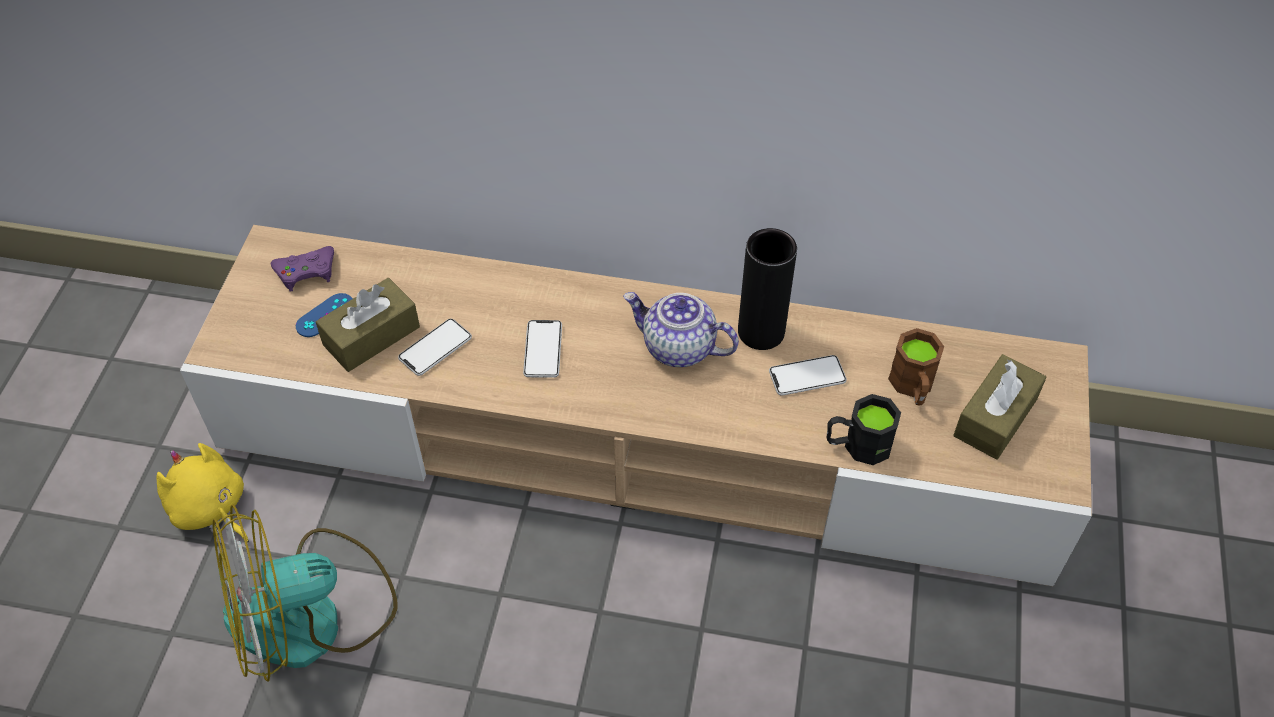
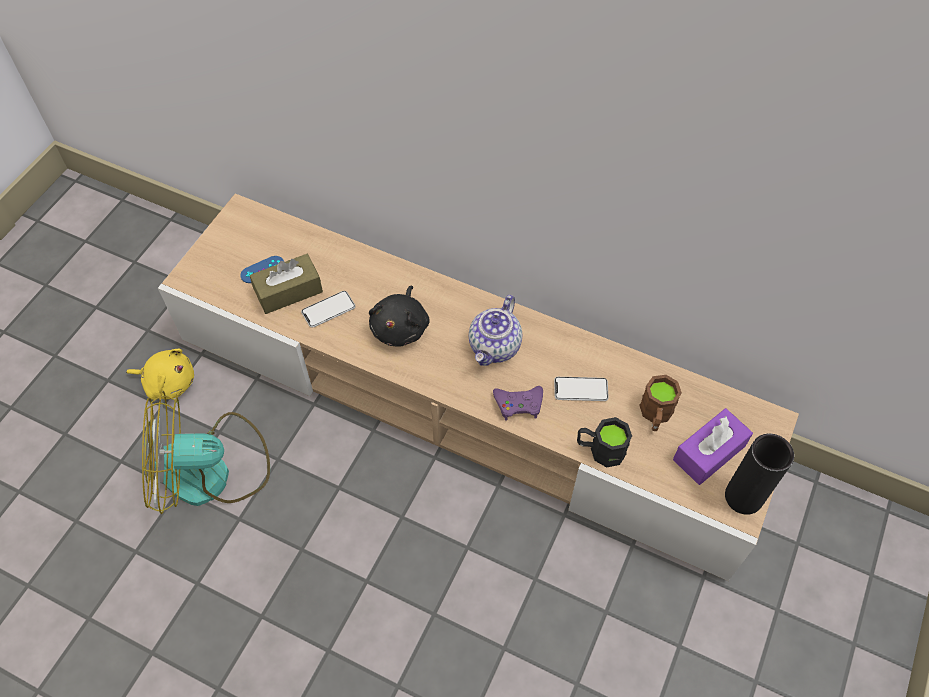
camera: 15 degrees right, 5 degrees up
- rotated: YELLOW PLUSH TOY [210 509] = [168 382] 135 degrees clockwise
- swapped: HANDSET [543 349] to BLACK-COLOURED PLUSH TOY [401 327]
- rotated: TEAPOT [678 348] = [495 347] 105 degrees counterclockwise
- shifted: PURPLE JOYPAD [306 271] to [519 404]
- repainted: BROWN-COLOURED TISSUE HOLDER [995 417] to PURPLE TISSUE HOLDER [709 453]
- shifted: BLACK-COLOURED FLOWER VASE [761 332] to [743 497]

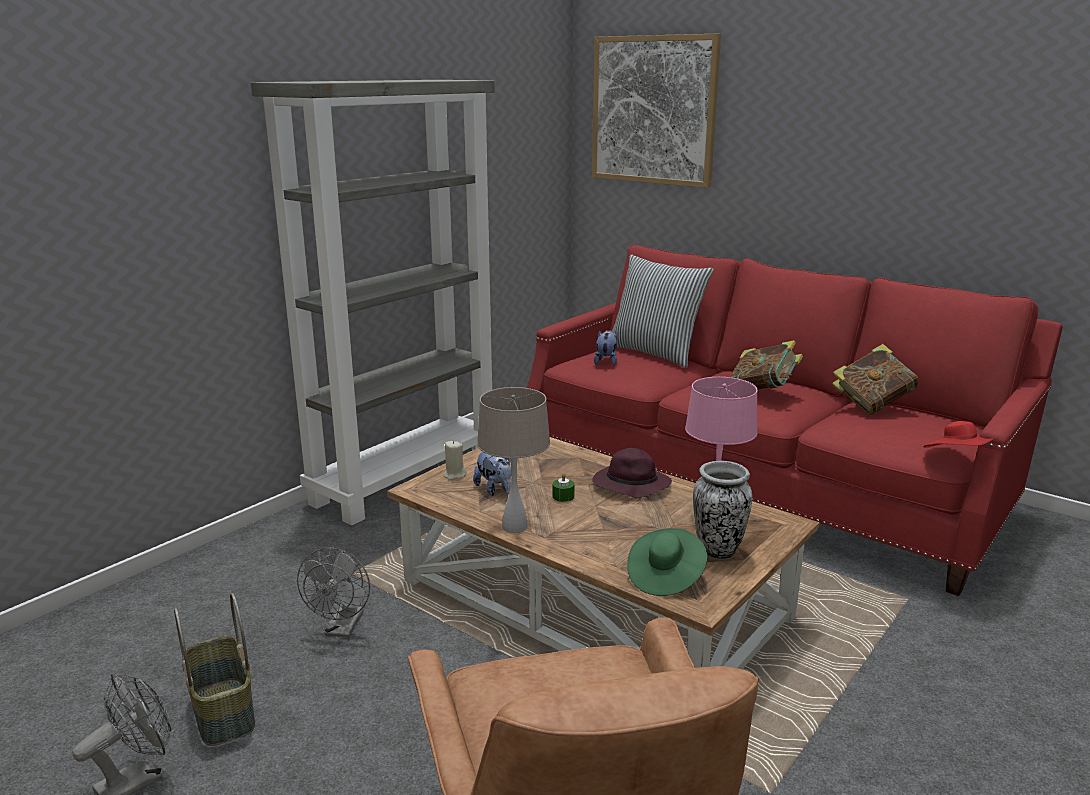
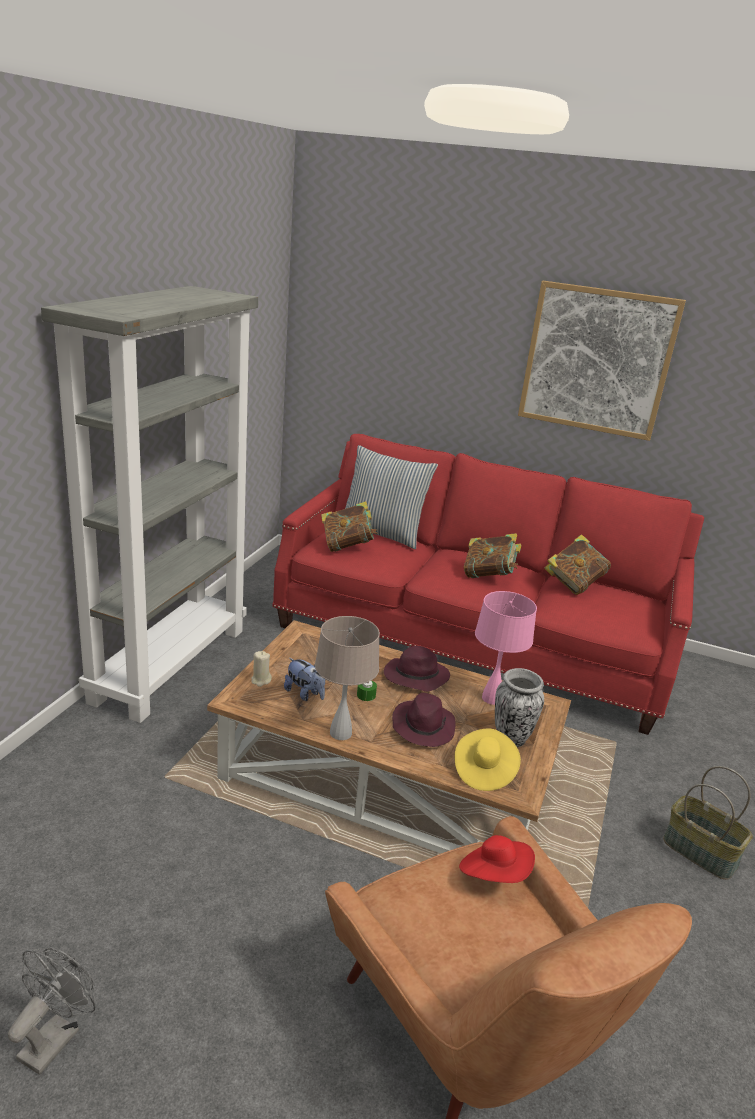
camera: 20 degrees left, 5 degrees up
- swapped: PLUSH TOY [606 361] to BOOK [347 546]
- new: PURPLE HAT [422 726]
- repainted: GREENISH HAT [665 577] to YELLOW HAT [483 771]
- shifted: RED-COLOURED HAT [956 457] to [494 875]
- shifted: WALL ART [653 110] to [597 360]
- shifted: BASKET [225 712] to [701 852]
- gone: GRAY COOLING FAN [342 629]

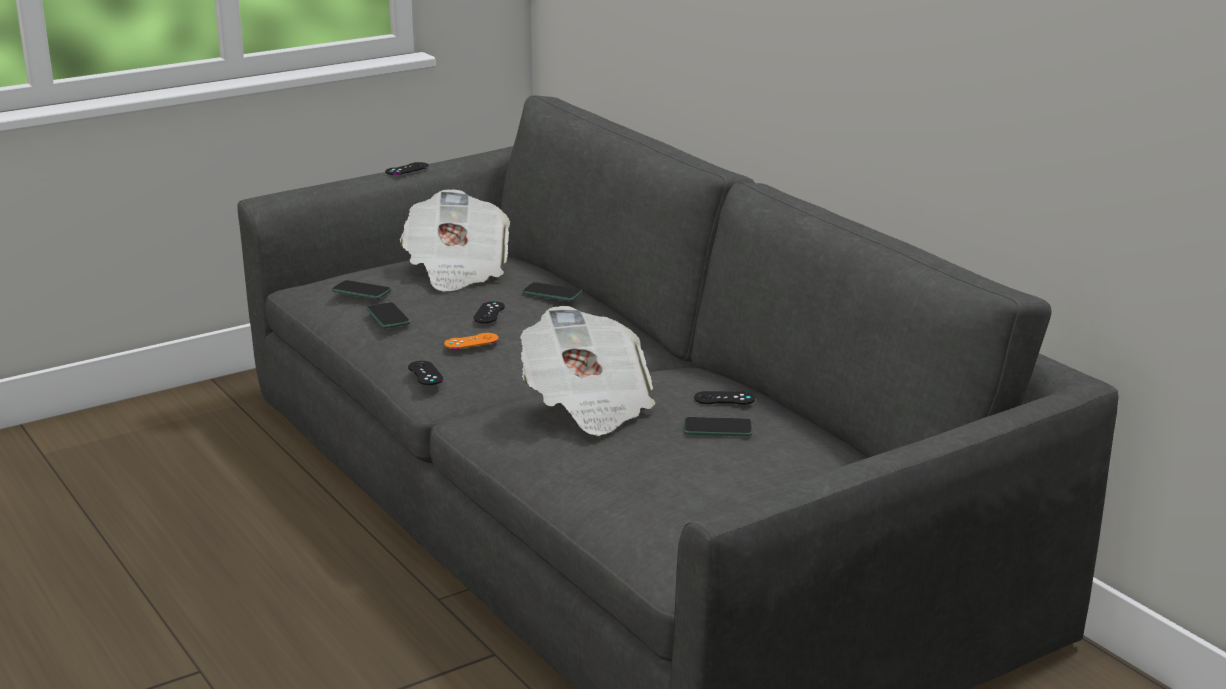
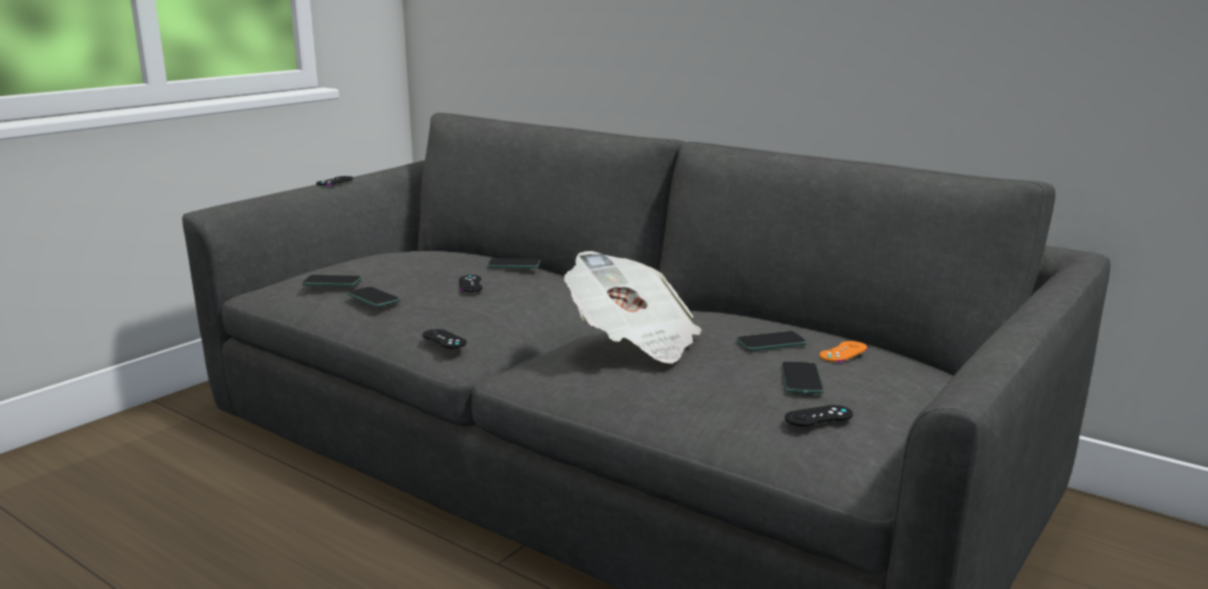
camera: 20 degrees left, 5 degrees down
- new: HANDSET [801 379]
- shifted: BLACK-COLOURED JOYPAD [724 398] to [818 416]
- shifted: ORANGE-COLOURED JOYPAD [471 341] to [843 352]
- gone: DAILY PAPER [456 270]

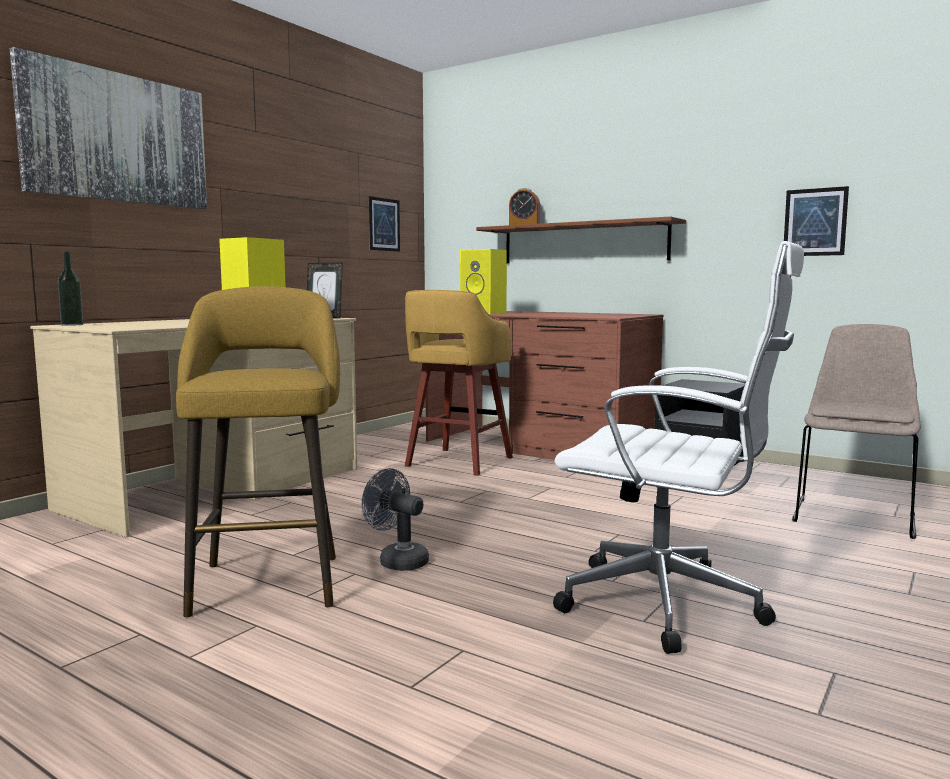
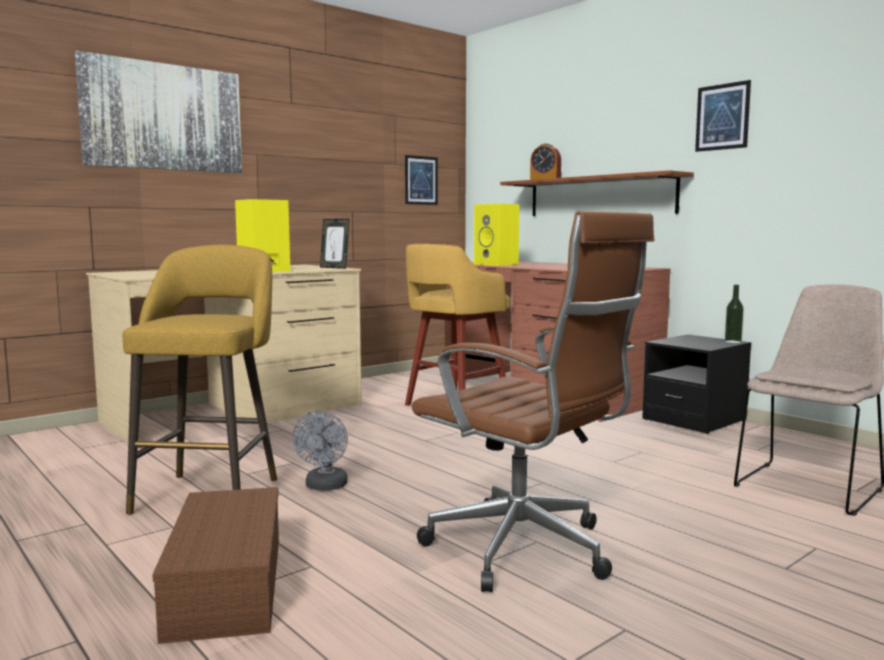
camera: 15 degrees right, 0 degrees up
- new: BROWN-COLOURED STORAGE BIN [224 584]
- rotated: GRAY COOLING FAN [397 560] = [325 487] 135 degrees counterclockwise
- repainted: WHITE-COLOURED COMPUTER CHAIR [670 606] to BROWN-COLOURED COMPUTER CHAIR [527 551]
- shifted: WALL ART [815 222] to [722 117]
- shifted: BEVERAGE BOTTLE [72 325] to [733 341]

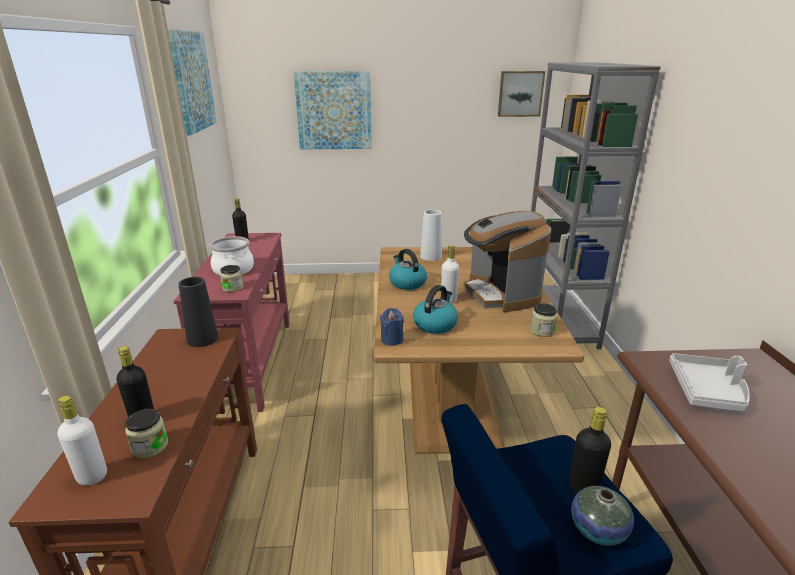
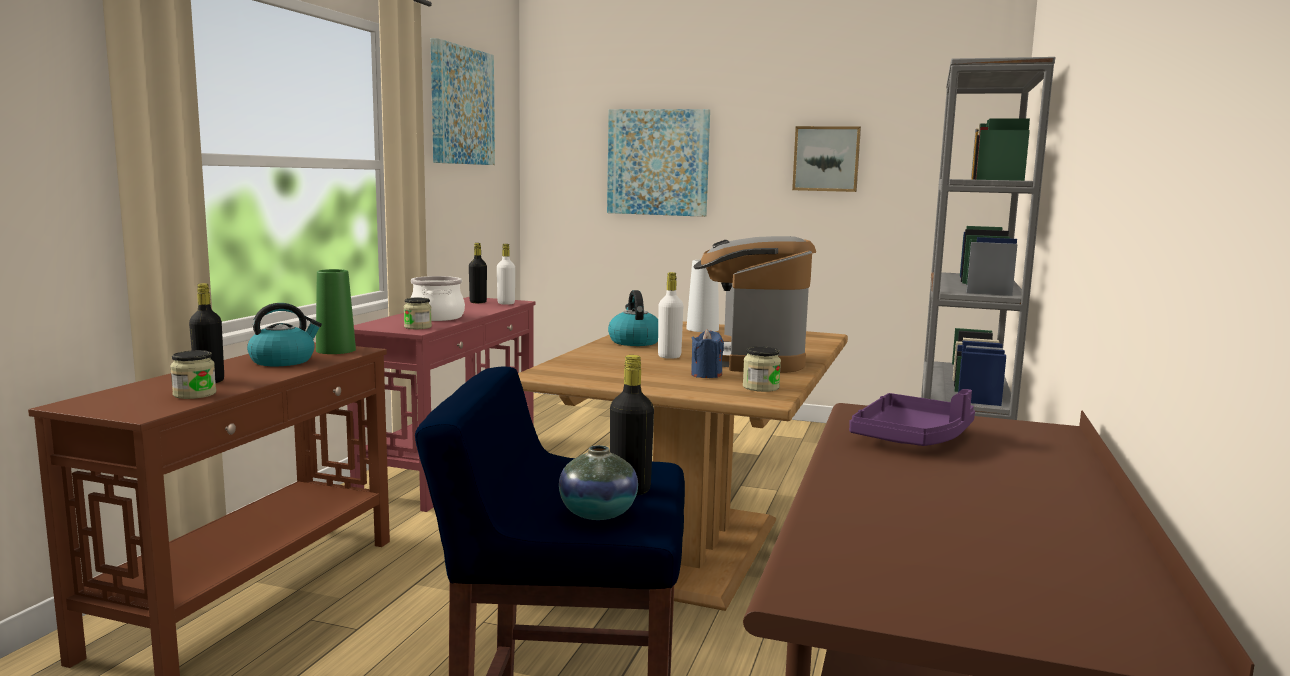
camera: 20 degrees right, 15 degrees down
- shifted: WATER KETTLE [435 324] to [283 361]
- repainted: BLACK-COLOURED FLOWER VASE [202 339] to GREENISH FLOWER VASE [336 350]
- shifted: WHITE-COLOURED BEVERAGE BOTTLE [92 476] to [506 303]
- shifted: BLUE CANDLE [392 339] to [706 375]
- shifted: WALL ART [520 93] to [826 159]
- repainted: GRAY CARRYING TRAY [707 391] to PURPLE CARRYING TRAY [912 438]

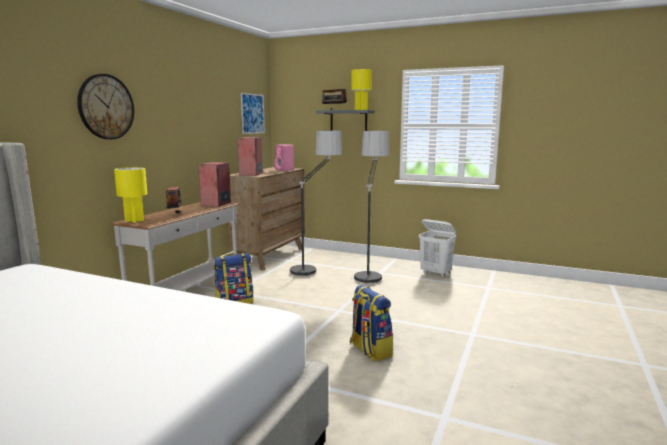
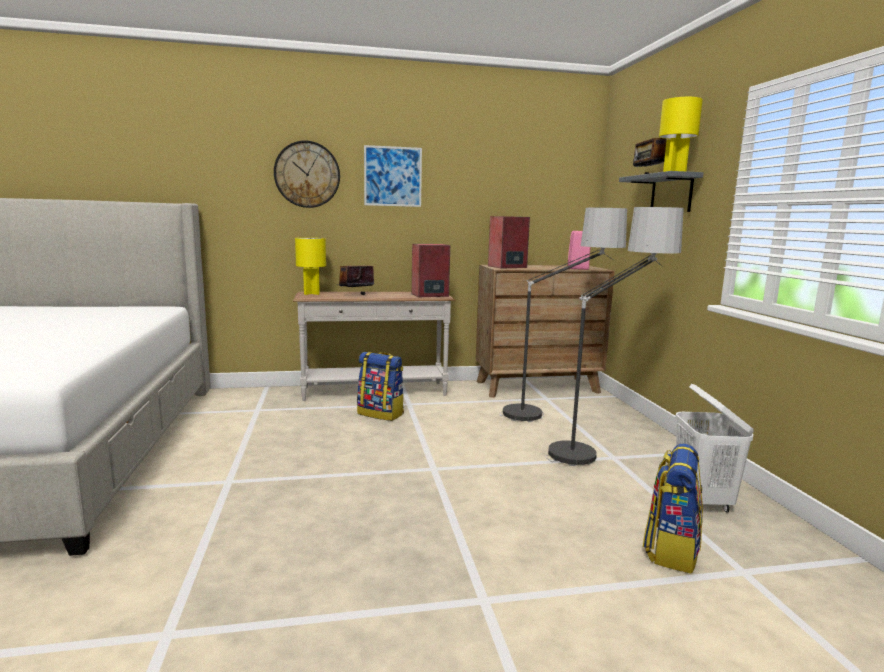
camera: 55 degrees right, 0 degrees up
- shifted: WALL ART [252 113] to [393 176]
- shifted: BACKPACK [369 350] to [670 549]

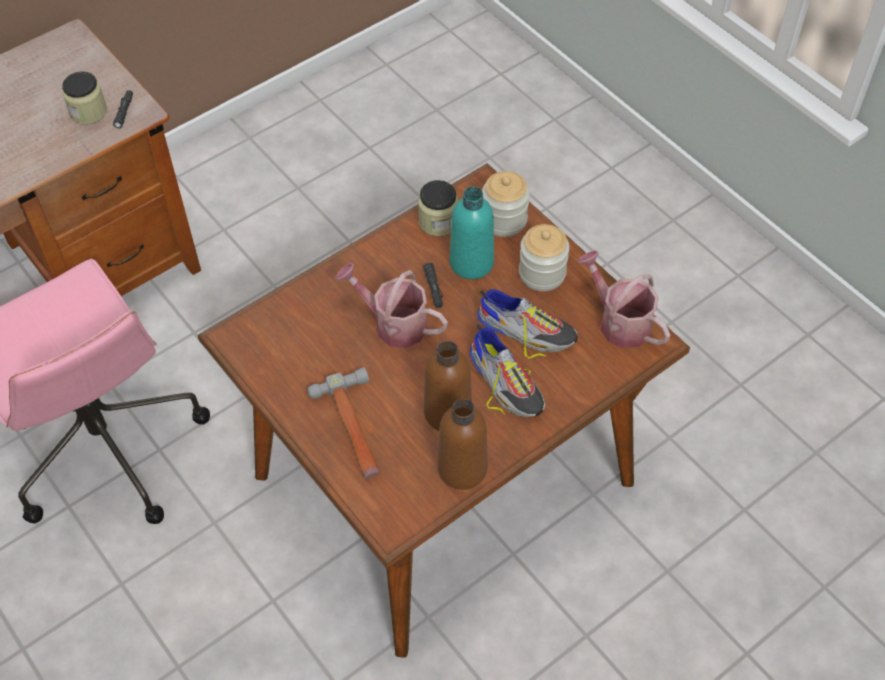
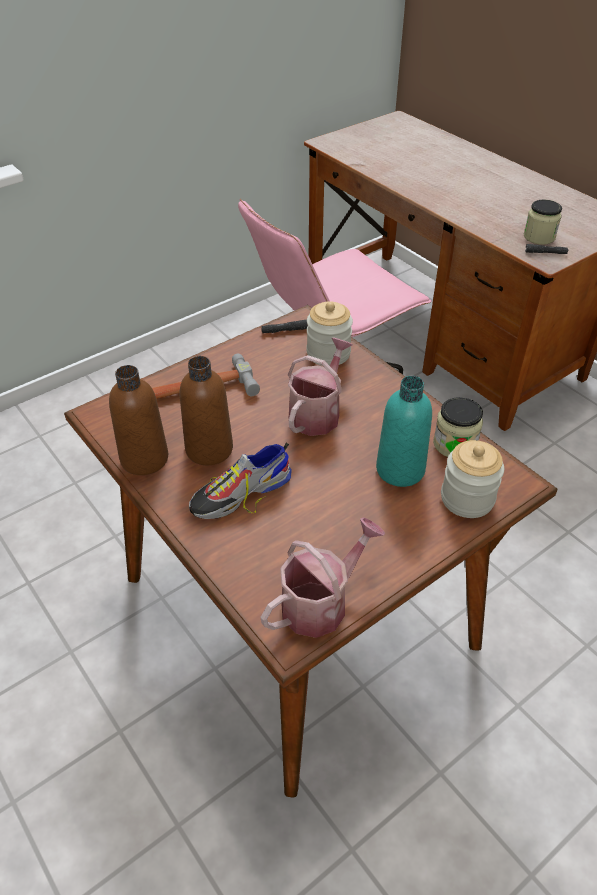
camera: 90 degrees right, 10 degrees down
- shifted: BLACK-COLOURED FLASHLIGHT [434 288] to [284 331]
- shifted: STORAGE JAR [542 273] to [328 353]
- gone: LOW SHOE [526 330]

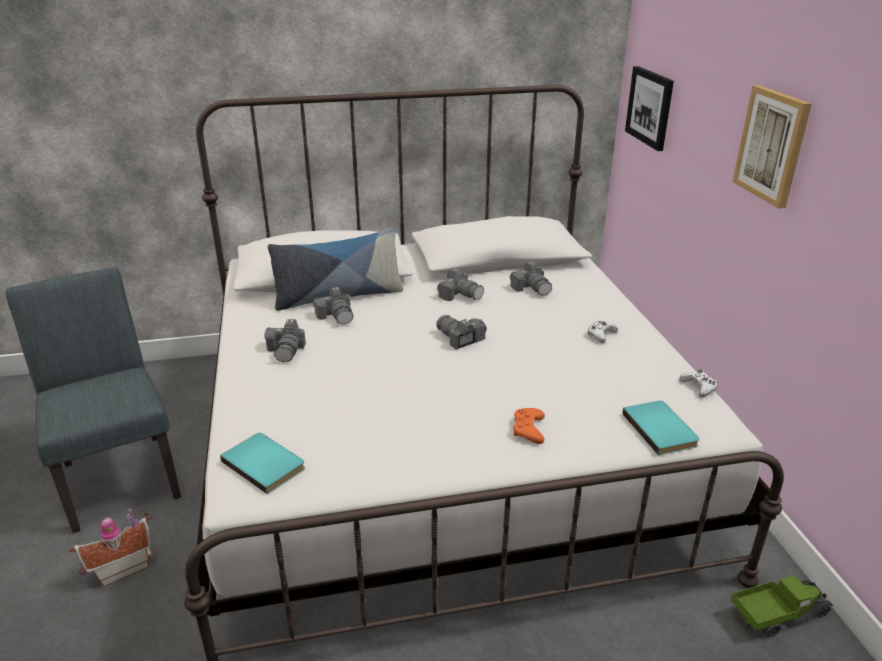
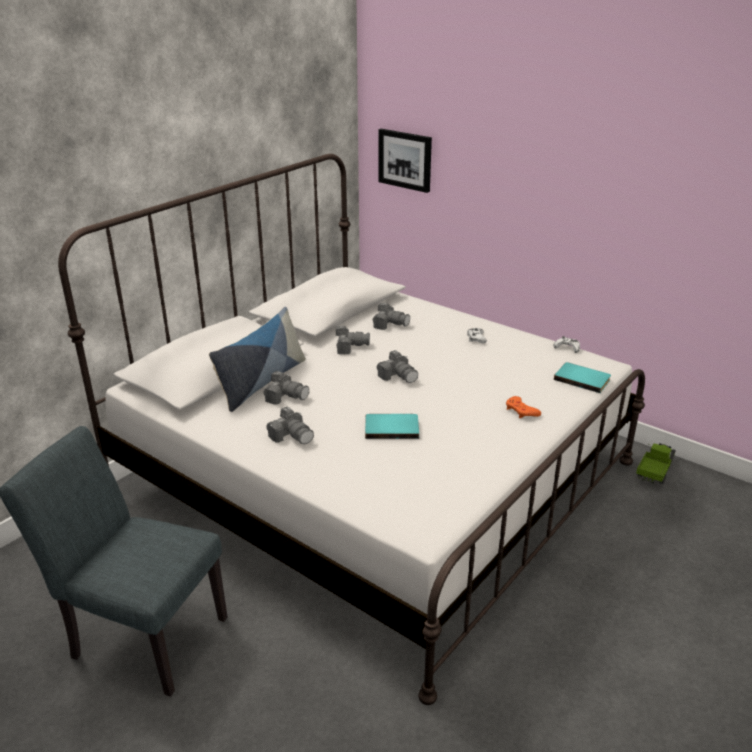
camera: 40 degrees left, 0 degrees up
- shifted: TURQUOISE BOOK [265 463] to [391 427]
- rotated: PHOTO CAMERA [460 339] = [398 376] 135 degrees counterclockwise
- gone: TOY HOUSE [121 568]
- gone: WALL ART [772 145]

